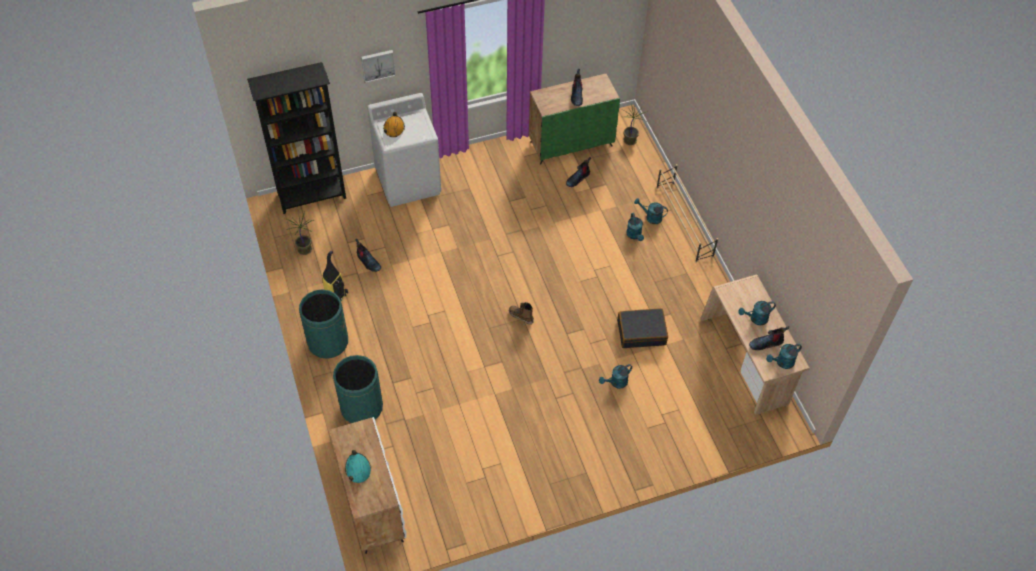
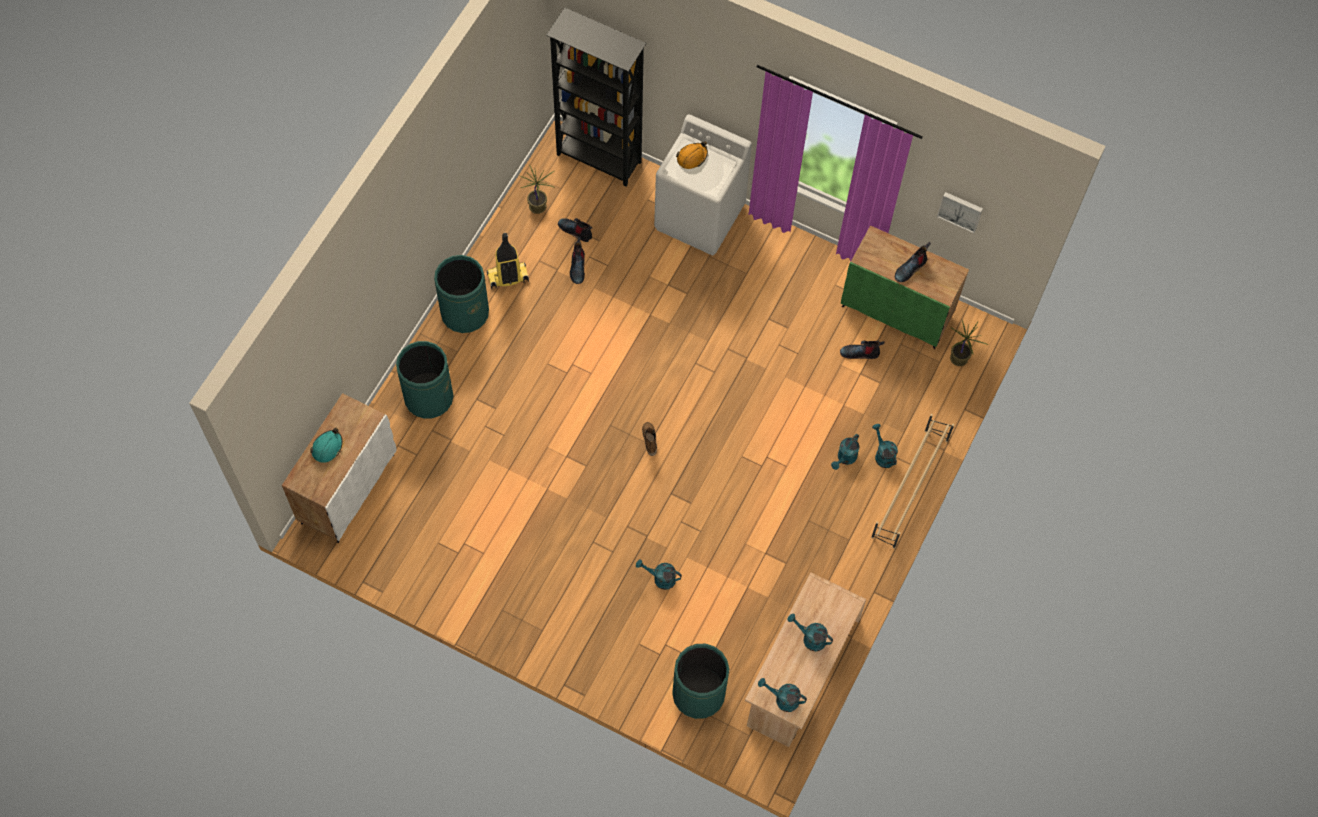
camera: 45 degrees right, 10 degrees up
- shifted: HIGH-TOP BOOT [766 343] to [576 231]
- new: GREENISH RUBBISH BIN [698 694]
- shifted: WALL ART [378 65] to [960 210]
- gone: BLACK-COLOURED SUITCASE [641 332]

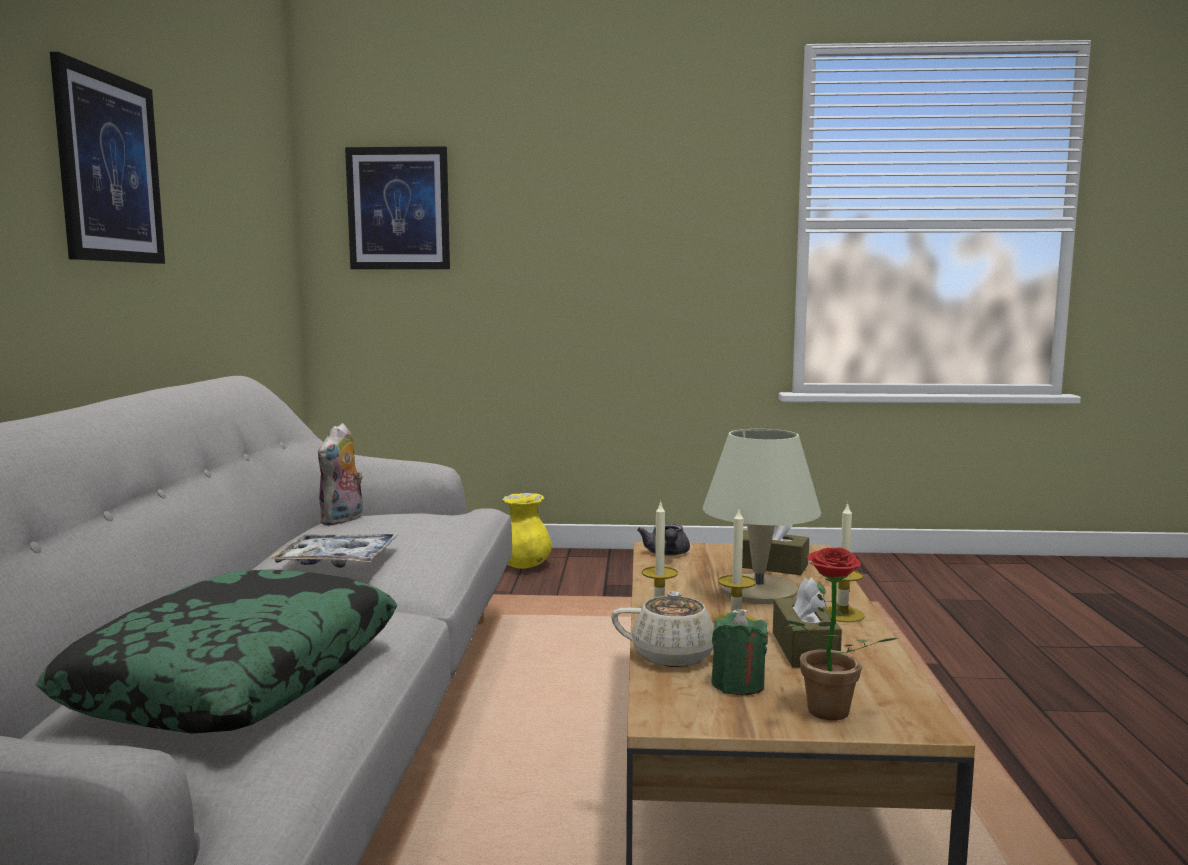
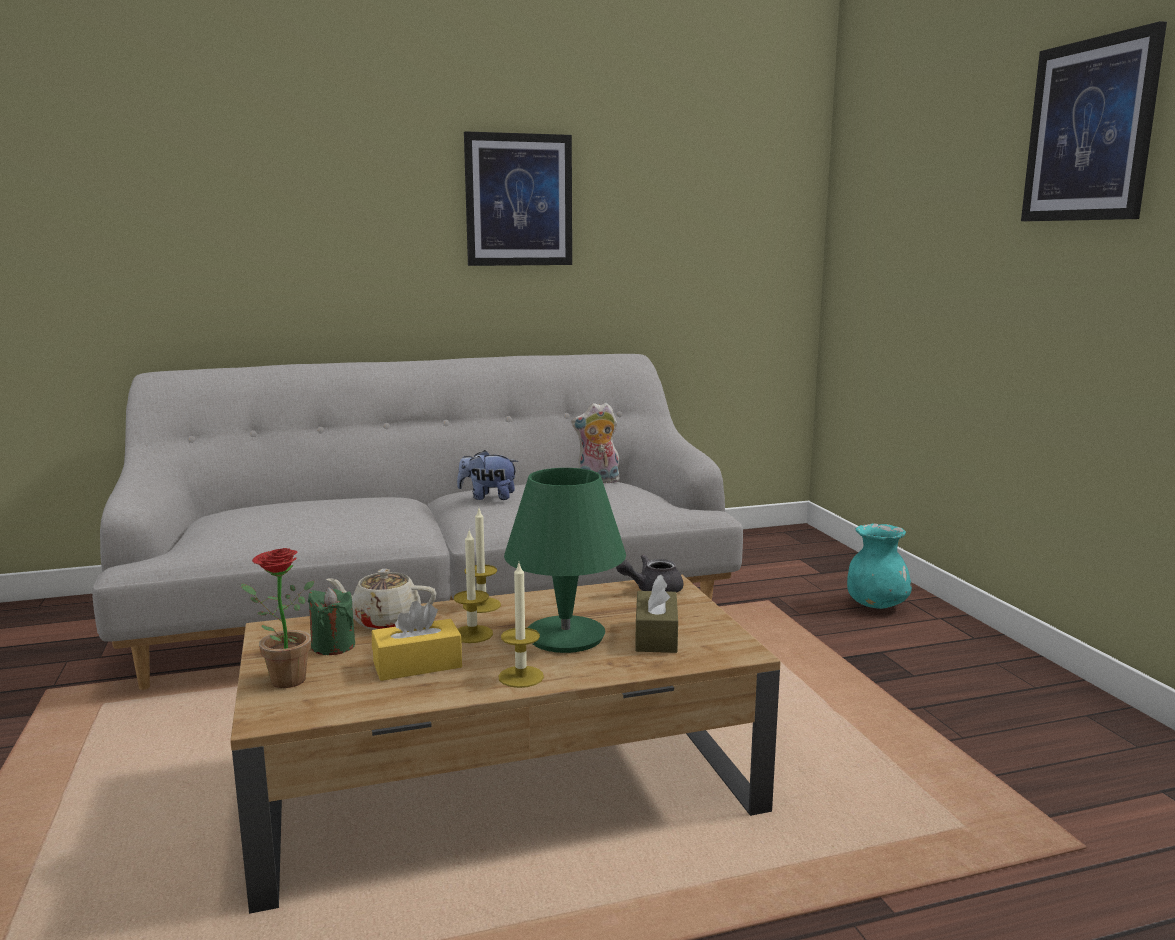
camera: 70 degrees right, 5 degrees up
- rotated: BEIGE TEAPOT [676 656] = [384 621] 105 degrees clockwise
- repainted: BROWN-COLOURED TISSUE HOLDER [804 649] to YELLOW TISSUE HOLDER [417 665]
- swapped: CARRYING TRAY [337 561] to PLUSH TOY [488 497]
- repainted: BEIGE TABLETOP LAMP [759 591] to GREENISH TABLETOP LAMP [565 637]
- repainted: YELLOW FLOWER VASE [524 566] to TURQUOISE FLOWER VASE [876 605]
- shifted: WALL ART [398 209] to [1090 131]
- gone: THROW PILLOW [238 675]

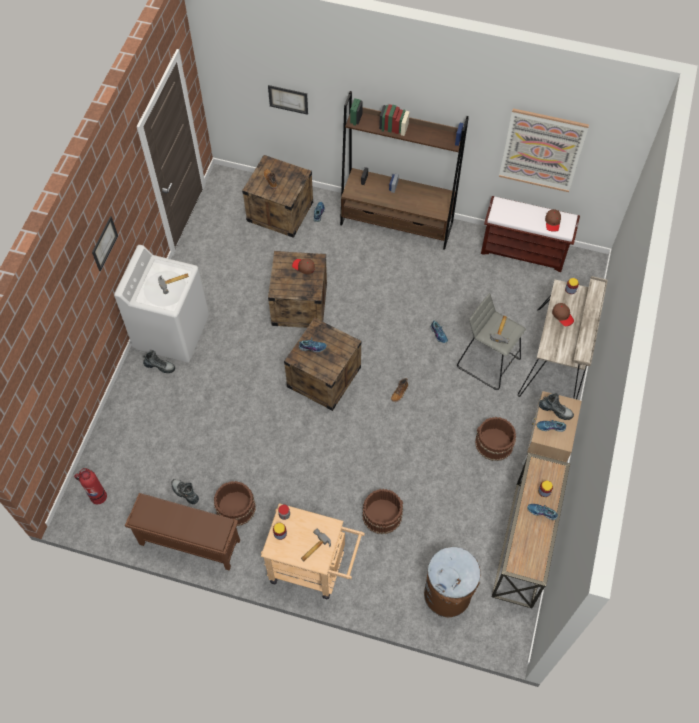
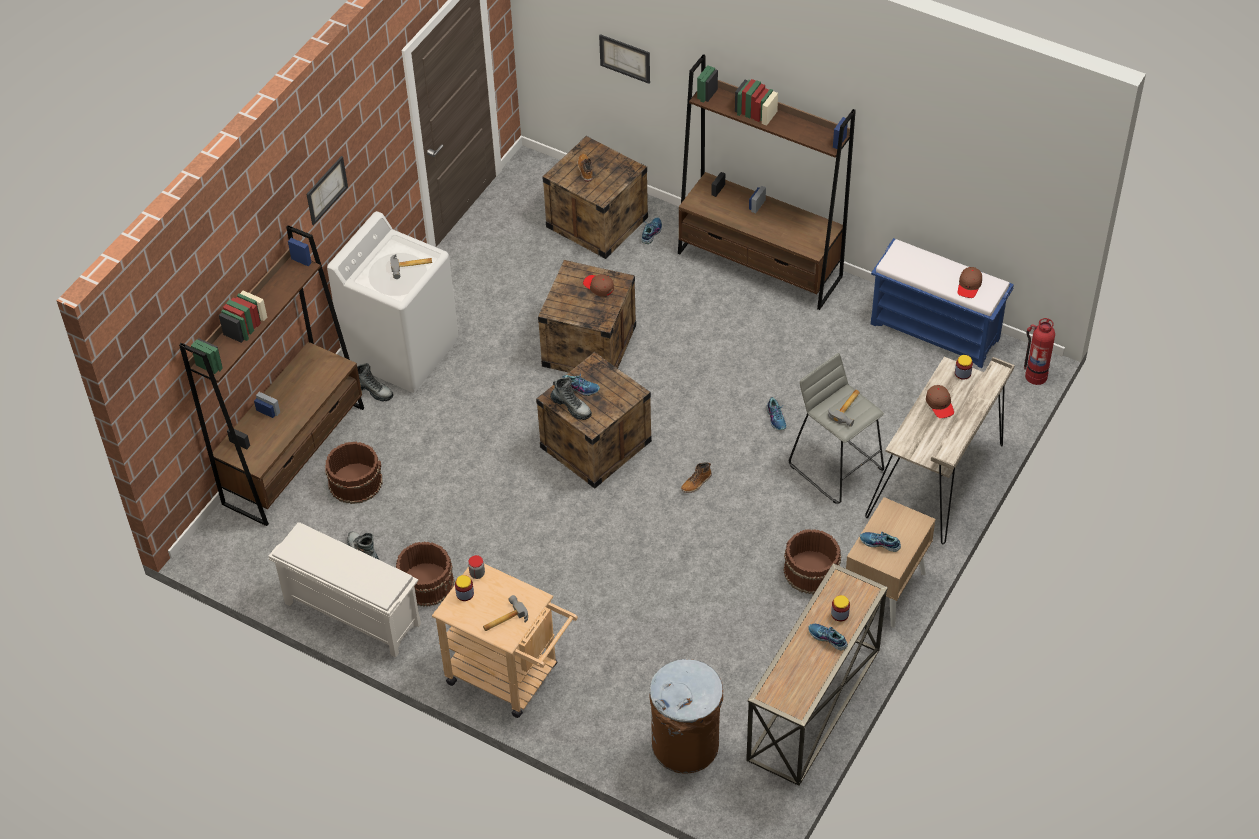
camera: 15 degrees right, 10 degrees down
- new: BROWN-COLOURED SHELVING UNIT [294 455]
- repainted: BROWN-COLOURED SHOE RACK [188 542] to WHITE-COLOURED SHOE RACK [350 614]
- shifted: BROWN-COLOURED WATER BUCKET [382 515] to [355 482]
- shifted: HIGH-TOP BOOT [555 410] to [571 407]
- repainted: BROWN-COLOURED INDOOR BENCH [524 251] to BLUE INDOOR BENCH [936 331]
- shifted: FIRE EXTINGUISHER [98 496] to [1035 376]
- gone: WALL ART [542 150]

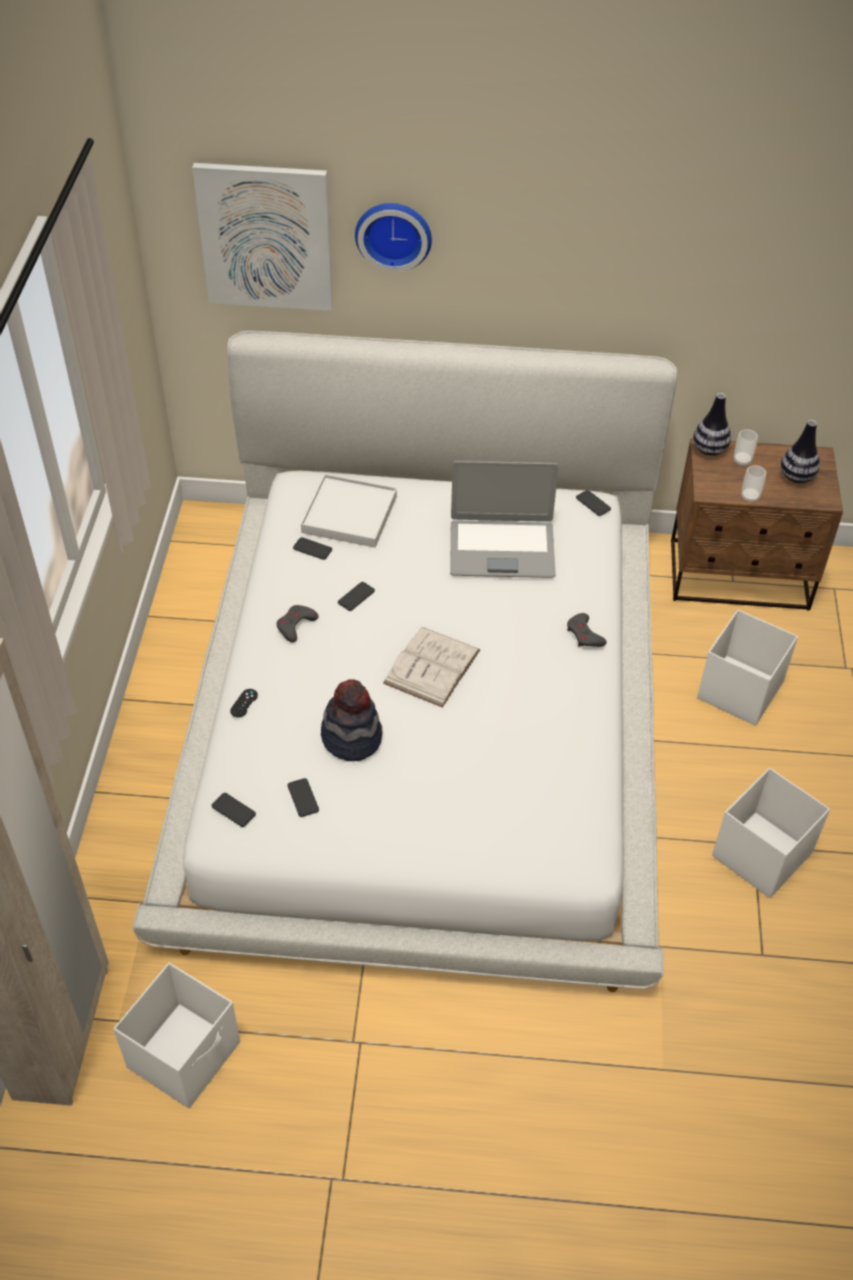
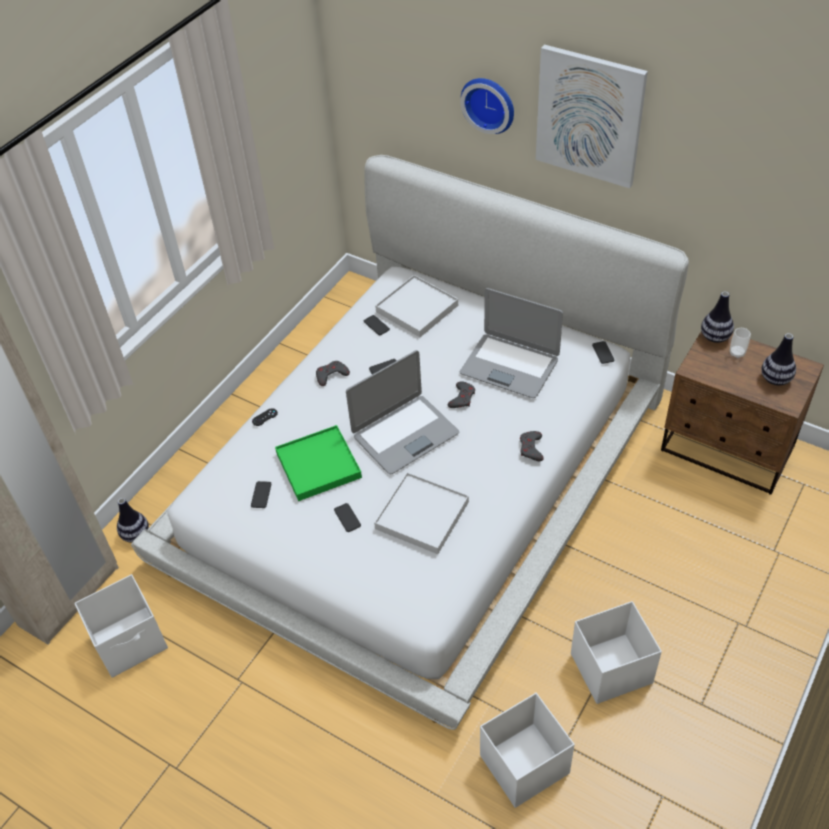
camera: 30 degrees right, 0 degrees up
- new: FLOWER VASE [136 534]
- swapped: HAT [351 737] to GREENISH CARRYING TRAY [318 465]
- shifted: HANDSET [233 810] to [347 518]
- swapped: WHITE-COLOURED BOOK [432 666] to LAPTOP [405 434]
- new: WHITE-COLOURED CARRYING TRAY [422 515]
- new: GRAY JOYPAD [462 398]
- shifted: WHITE-COLOURED STORAGE BIN [739 691] to [523 765]
- shifted: WALL ART [266 236] to [589 116]
- gone: CUP [750 497]

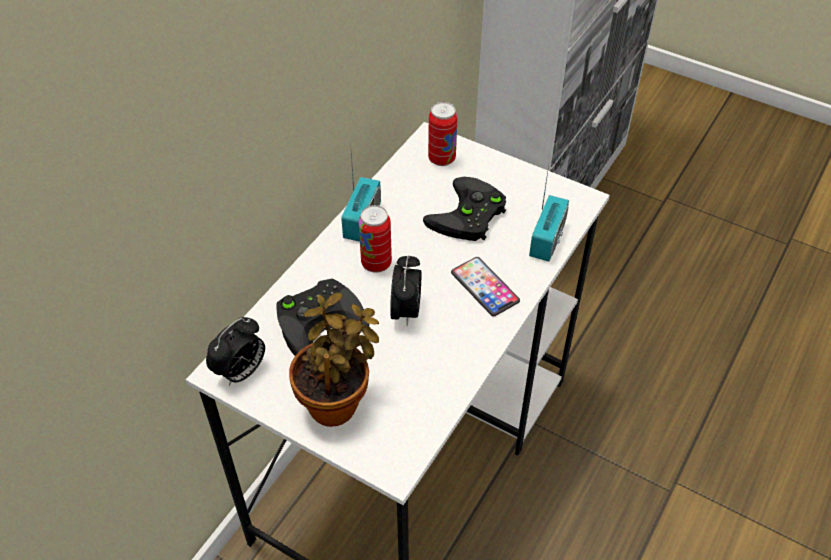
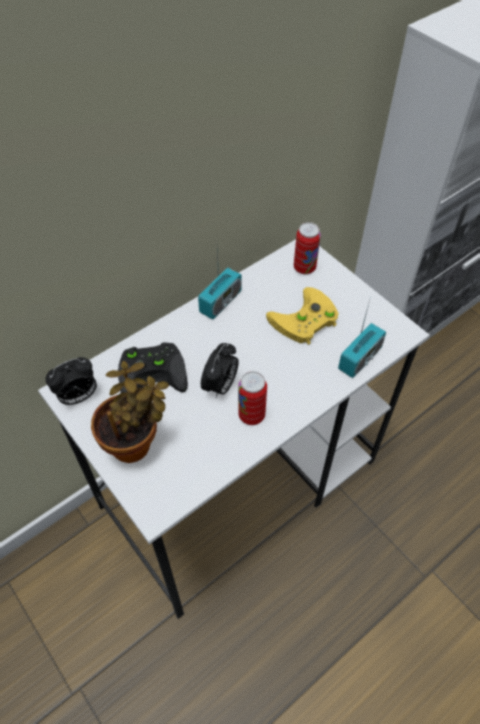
camera: 20 degrees right, 5 degrees up
- shifted: CAN [376 263] to [251 415]
- repainted: BLACK-COLOURED JOYPAD [468 217] to YELLOW JOYPAD [304 321]
- gone: HANDSET [484 287]

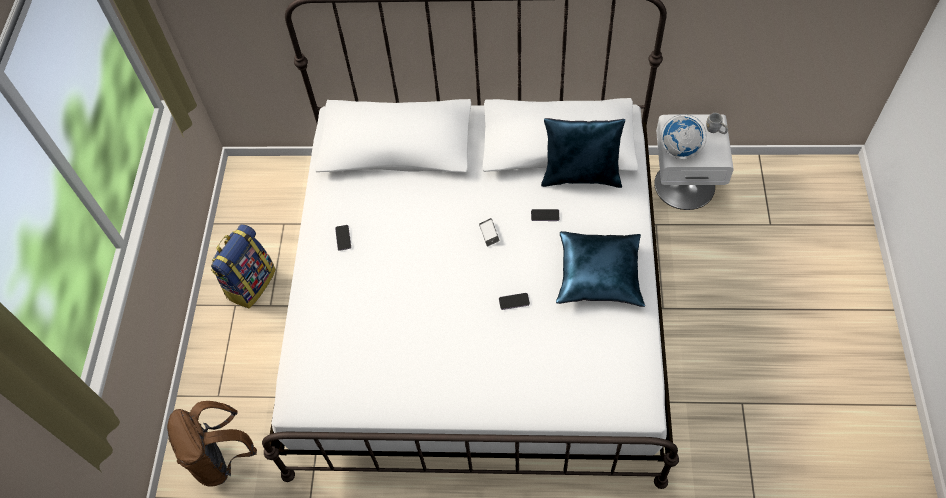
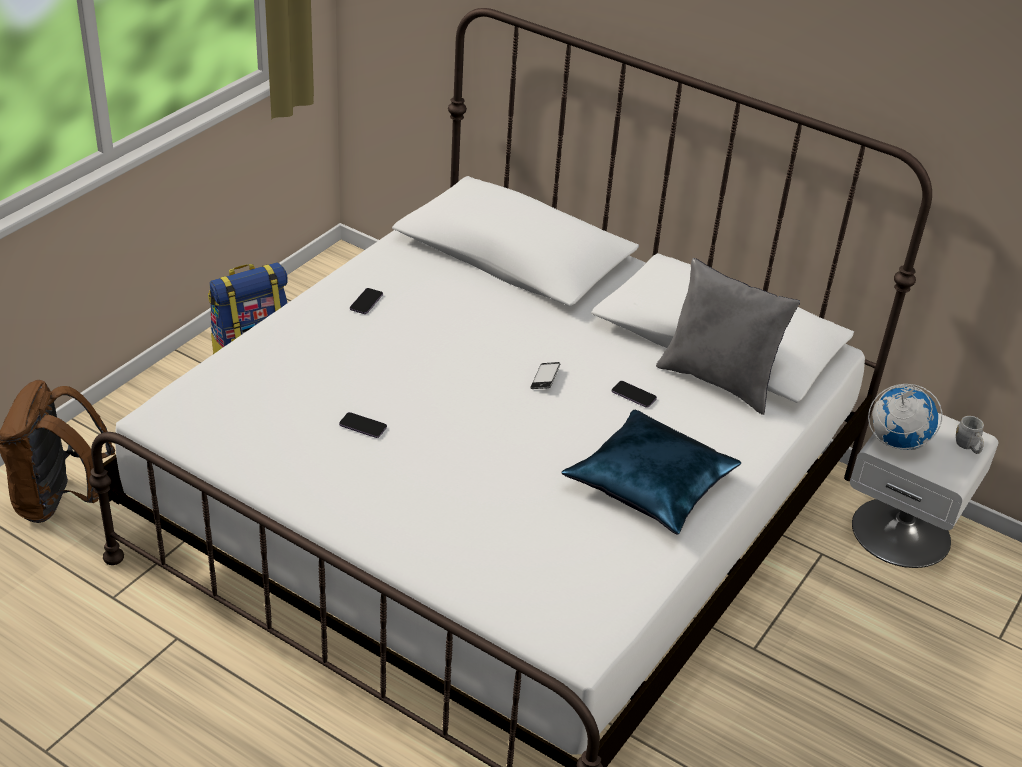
camera: 25 degrees right, 20 degrees down
- shifted: HANDSET [514 302] to [363 426]
- repainted: BLUE THROW PILLOW [581 176] to GRAY THROW PILLOW [719 381]

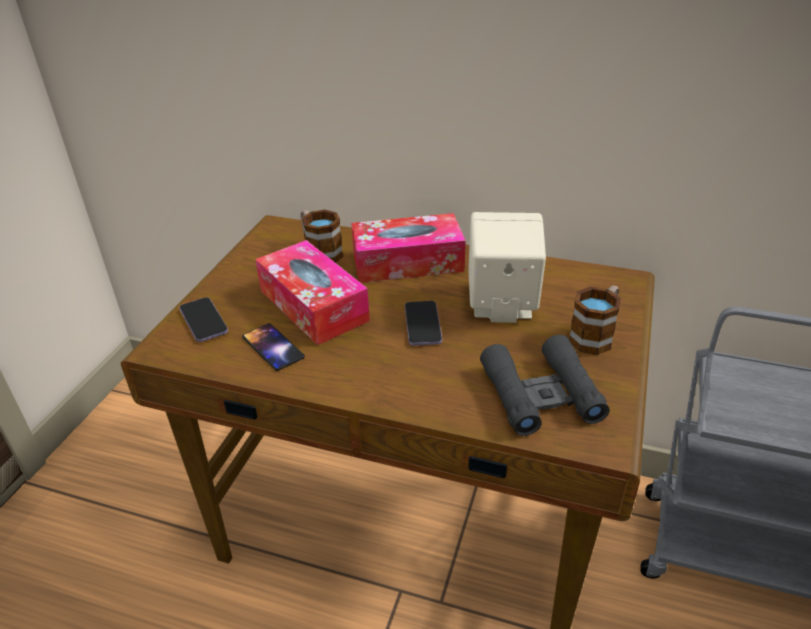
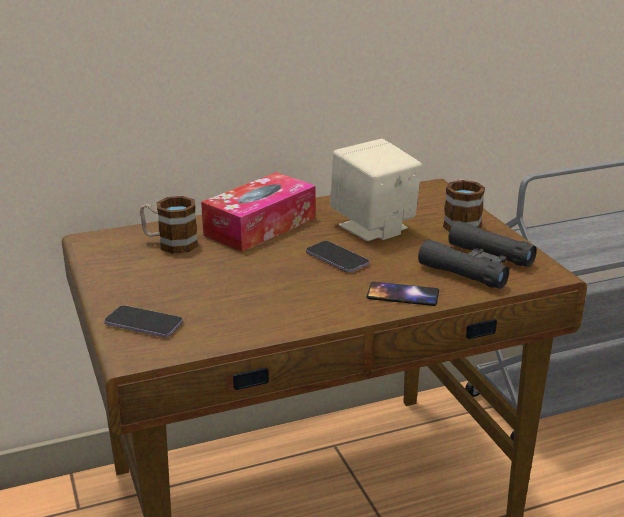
camera: 40 degrees left, 10 degrees down
- shifted: HANDSET [273 347] to [403 295]
- gone: TISSUE HOLDER [313 305]

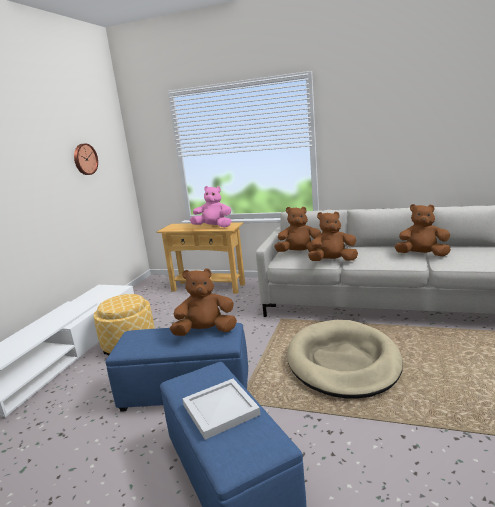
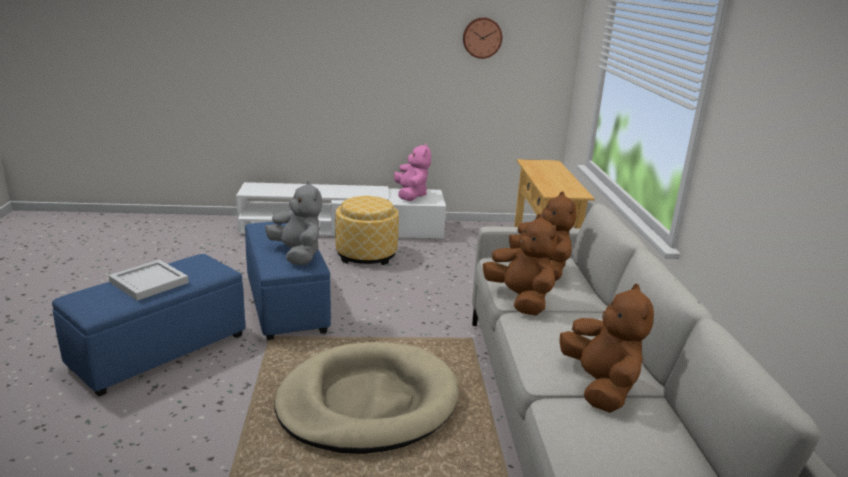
camera: 65 degrees right, 5 degrees up
- repainted: BROWN-COLOURED PLUSH TOY [206 332] to GRAY PLUSH TOY [297 254]
- shifted: PINKISH PLUSH TOY [213 227] to [411 195]

